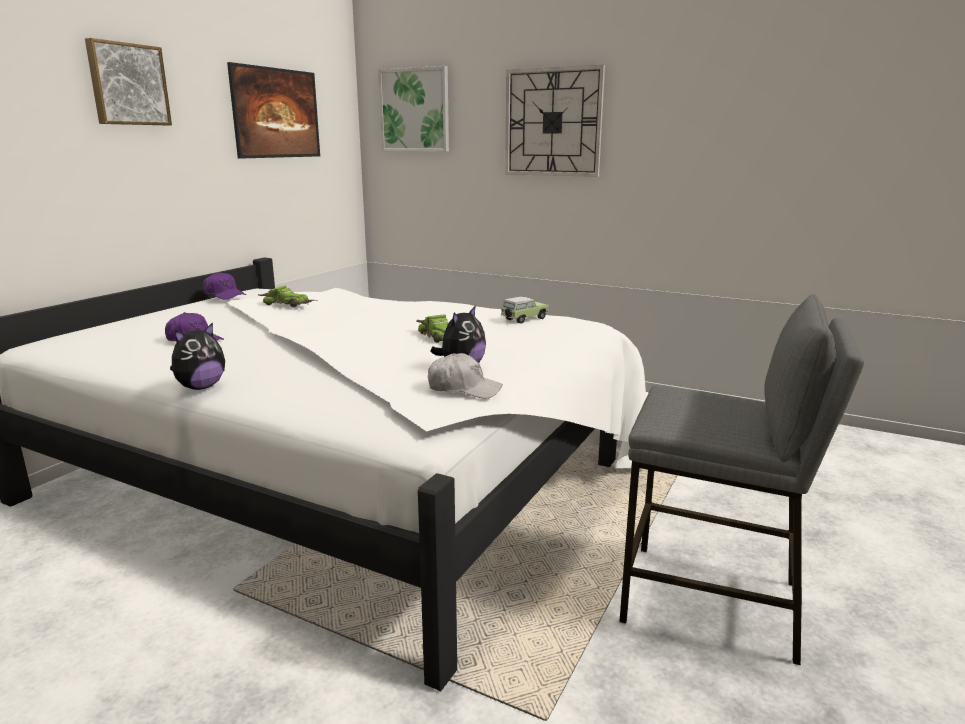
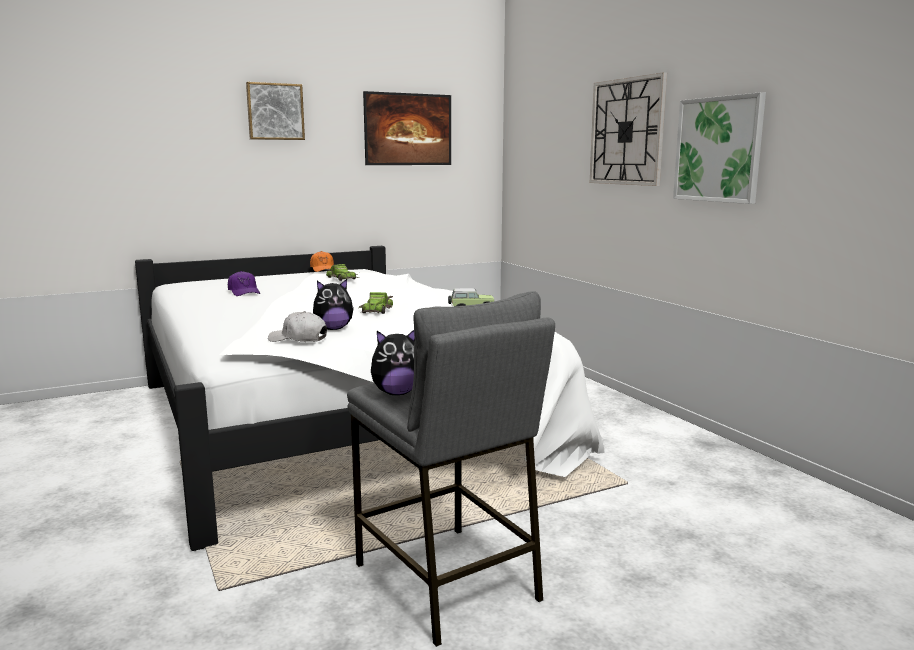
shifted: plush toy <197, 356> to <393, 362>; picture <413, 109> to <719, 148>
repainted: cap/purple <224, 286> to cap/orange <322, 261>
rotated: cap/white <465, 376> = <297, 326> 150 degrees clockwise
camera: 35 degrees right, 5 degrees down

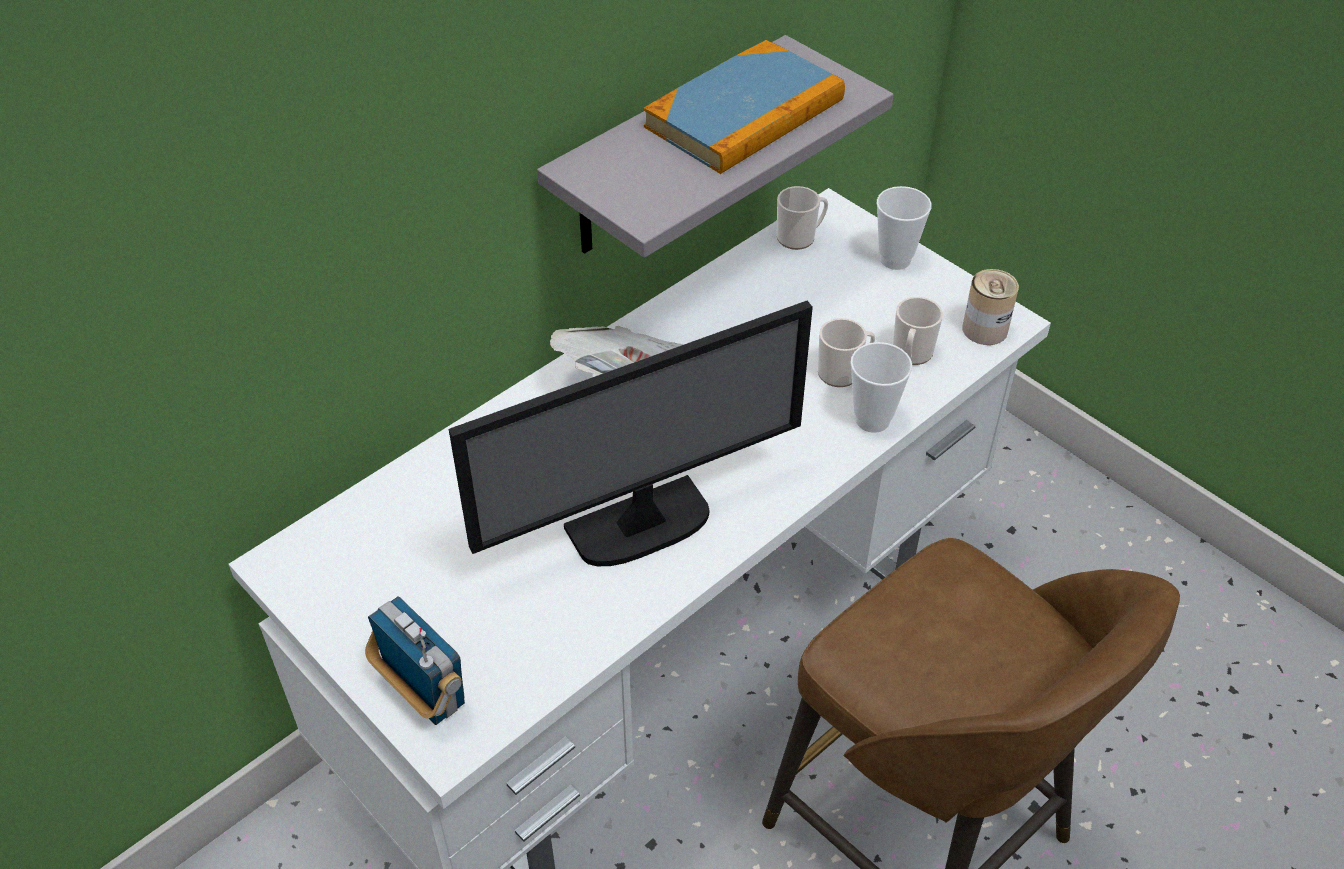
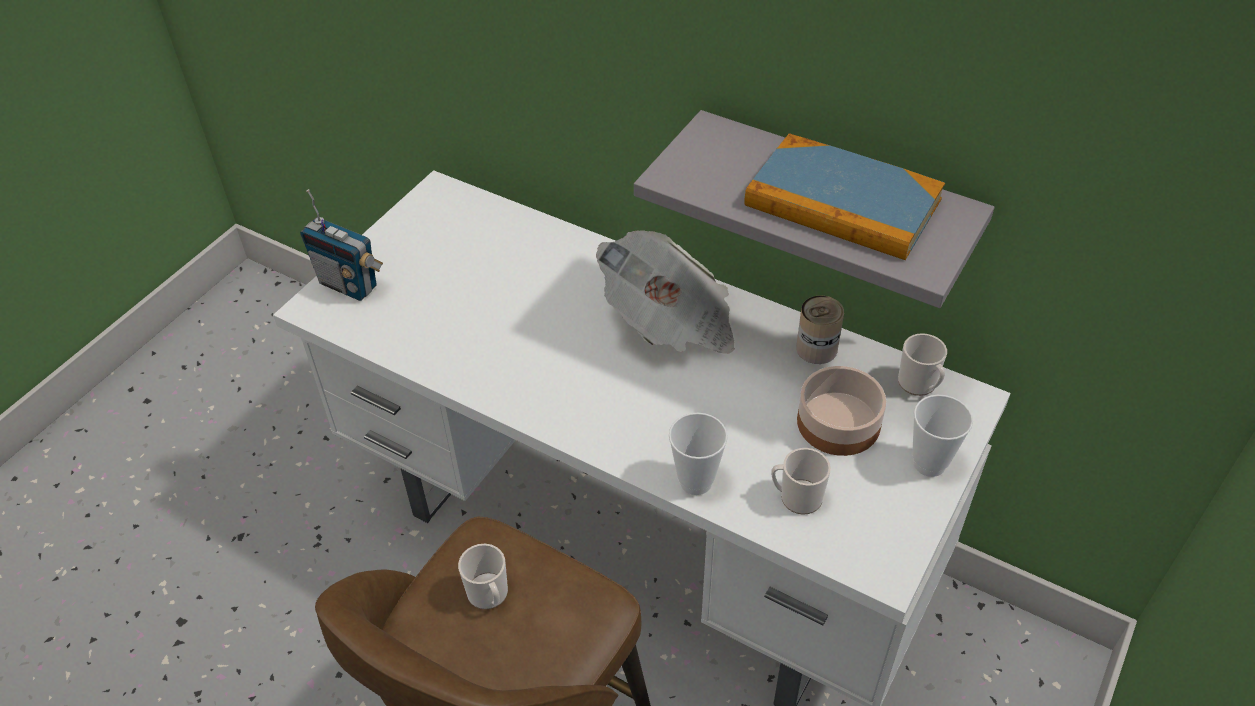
gone: monitor <631, 433>
new: bowl <842, 411>
shifted: mug <846, 352> to <483, 577>; can <990, 307> to <820, 329>
rotated: radio <415, 660> = <341, 245> 90 degrees clockwise
camera: 75 degrees right, 0 degrees up

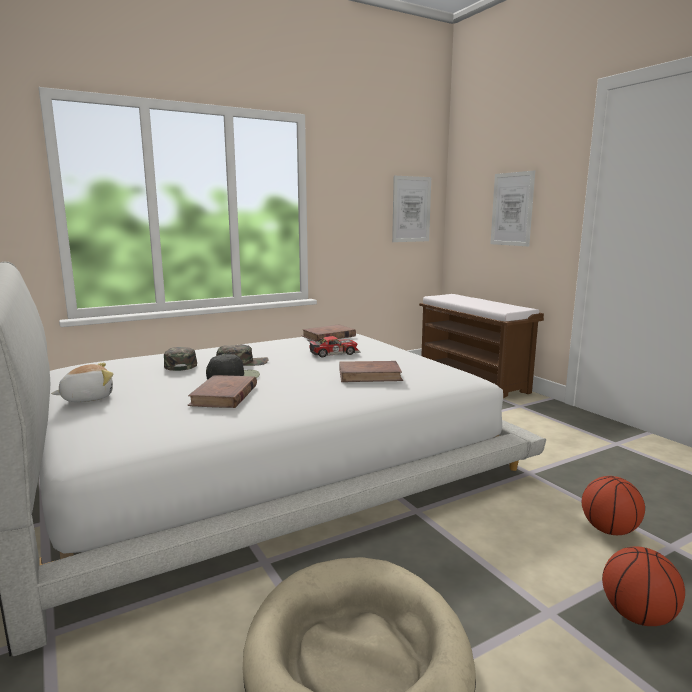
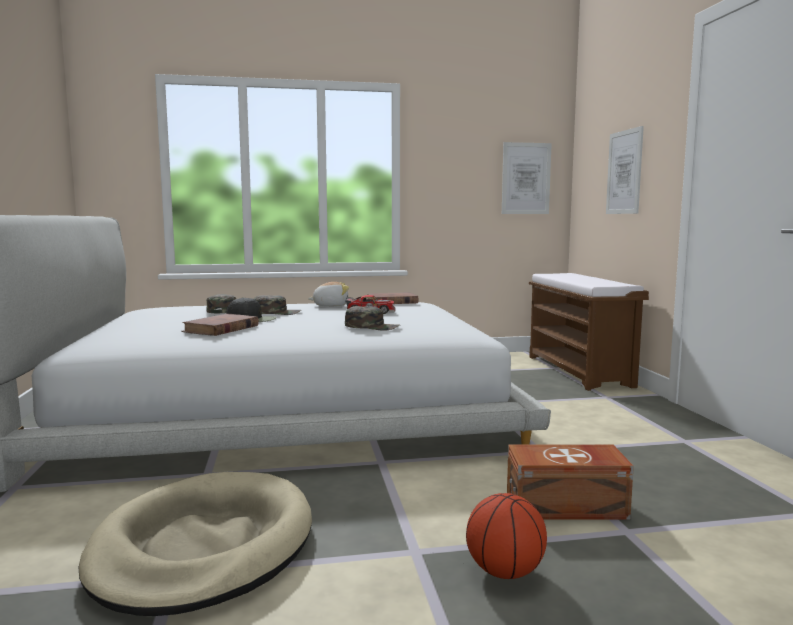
shifted: plush toy <82, 382> to <328, 294>
swapped: book/brown <371, 371> to cap/green <372, 318>; basketball <613, 505> to storage box/brown <570, 481>
camera: 20 degrees right, 5 degrees down

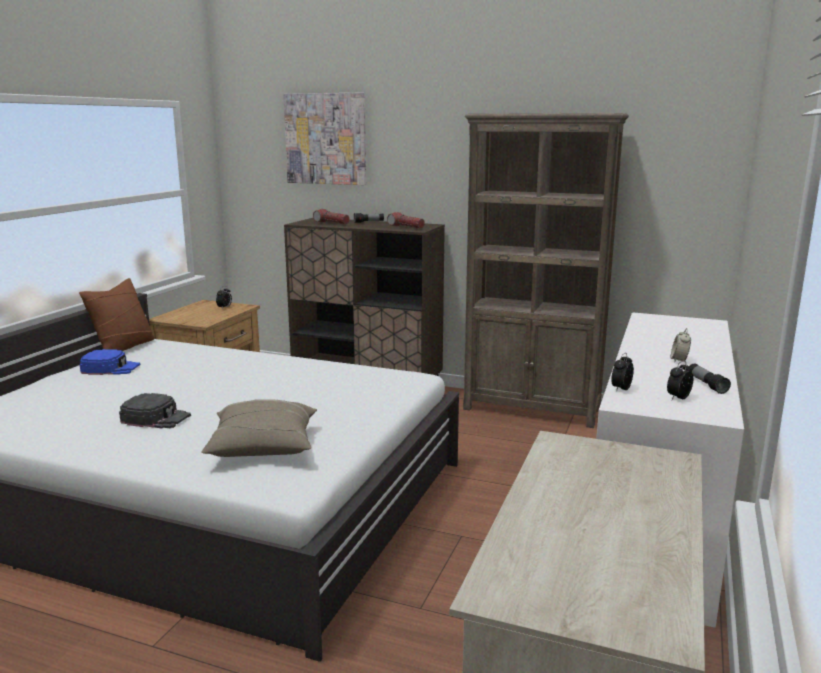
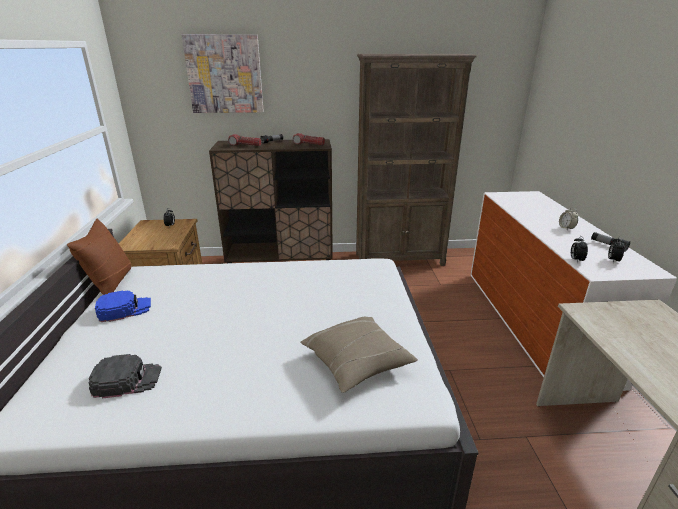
shifted: cap/black <155, 411> to <125, 376>
camera: 25 degrees left, 10 degrees up

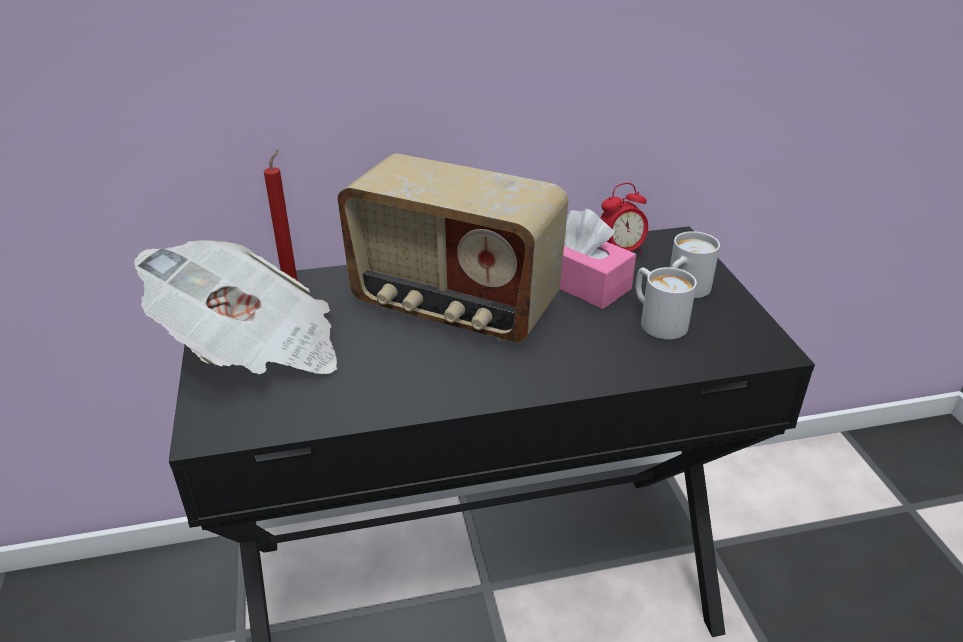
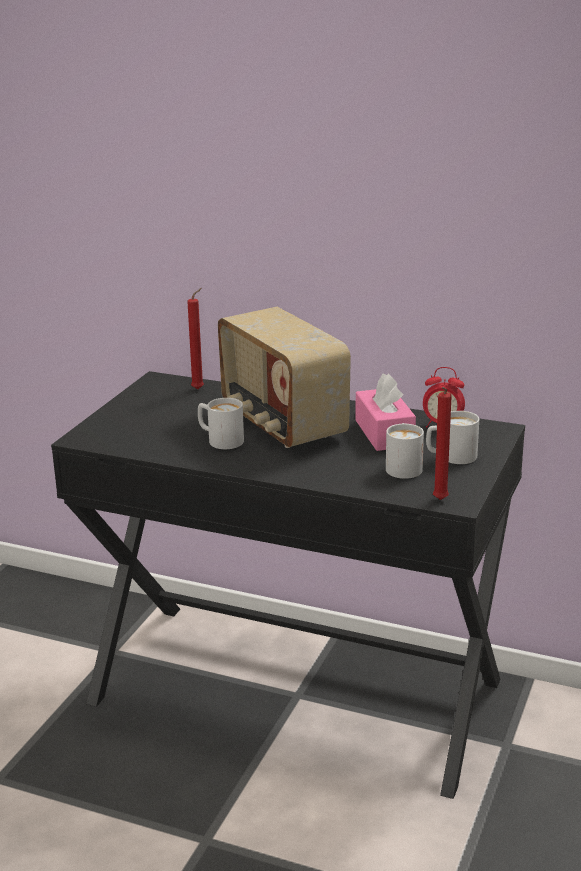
gone: newspaper <235, 307>
new: mug/white <221, 423>; candle/red <442, 443>
camera: 35 degrees right, 10 degrees down

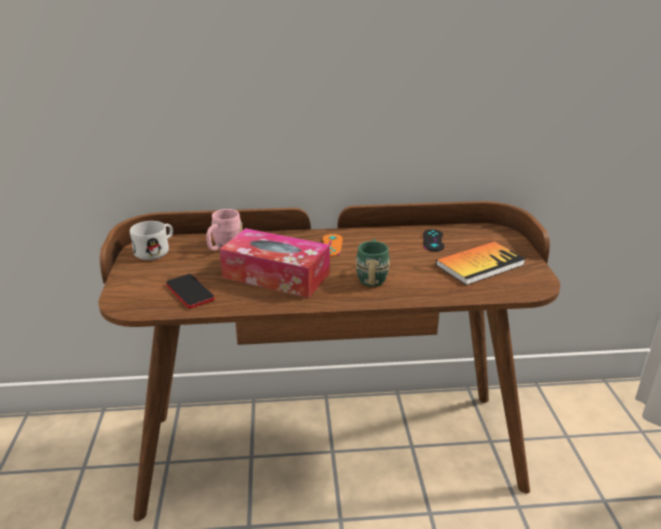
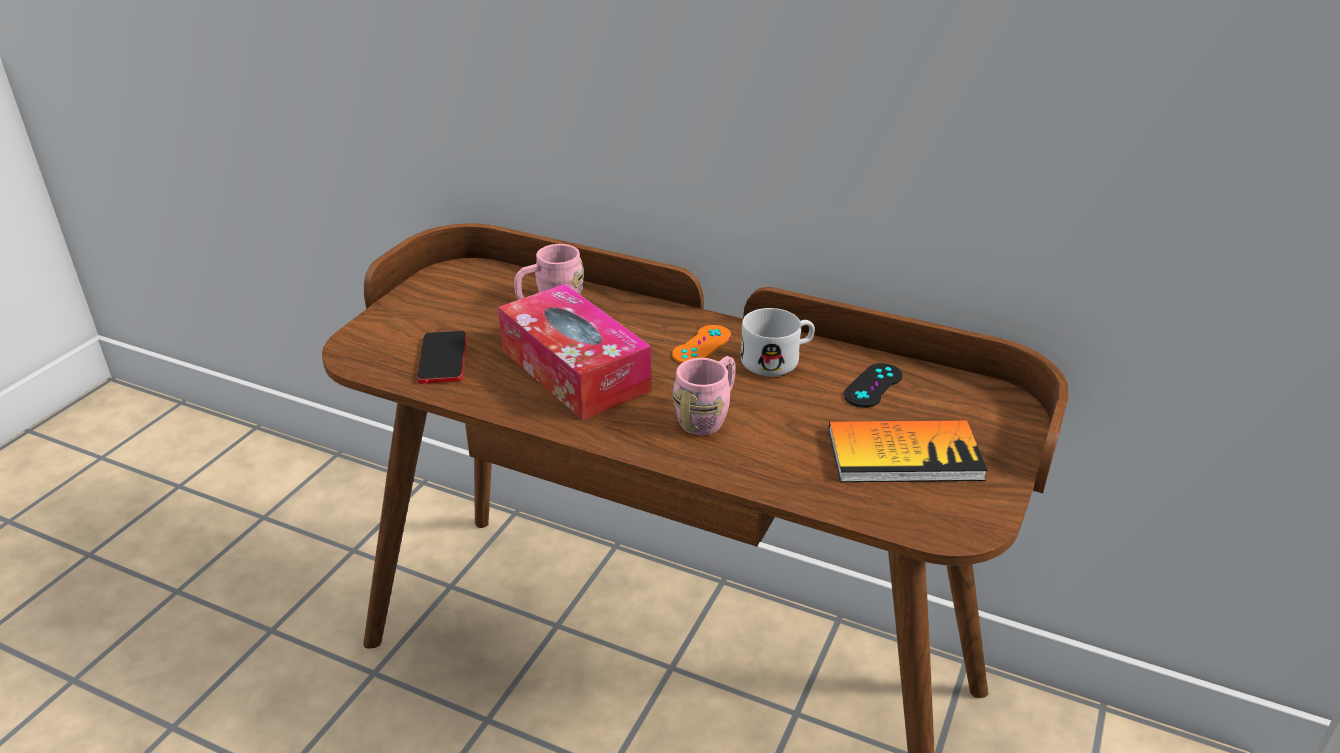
shifted: mug/white <151, 240> to <777, 342>
repainted: mug/green <372, 263> to mug/pink <704, 395>
camera: 30 degrees right, 5 degrees up

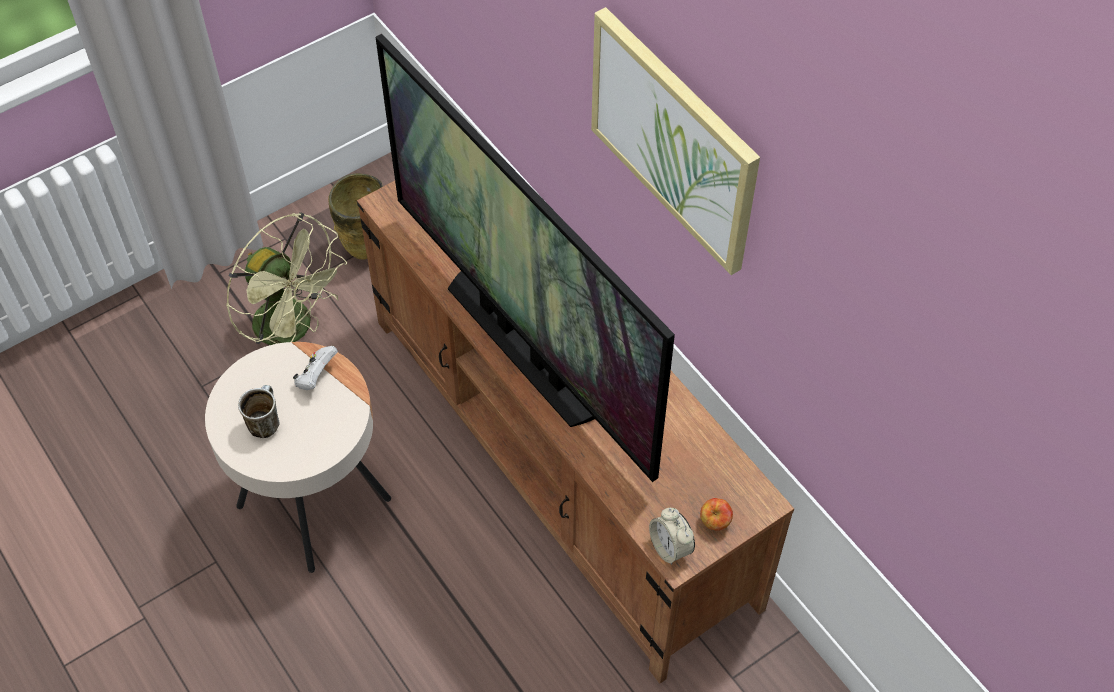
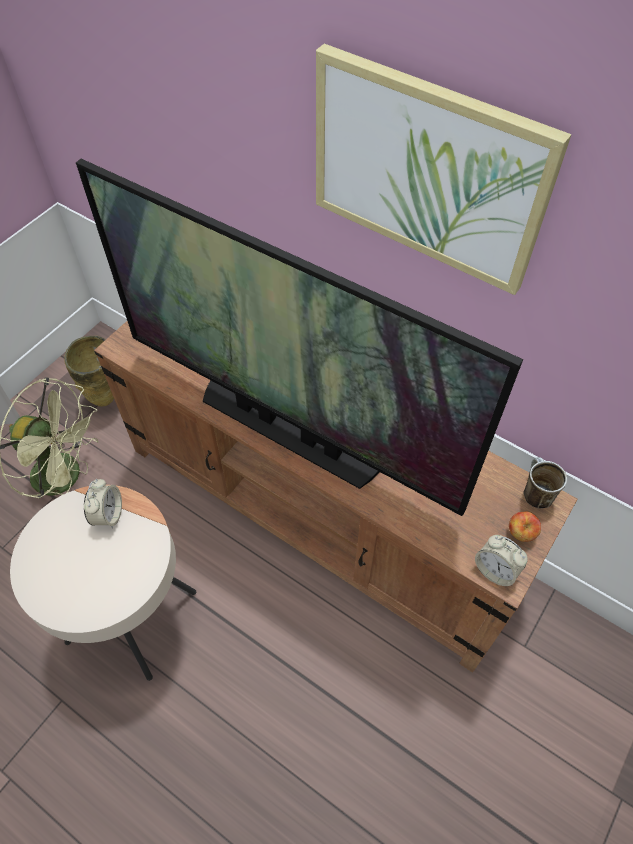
shifted: mug <259, 411> to <545, 482>
swapped: game controller/white <315, 368> to alarm clock <103, 503>
camera: 20 degrees left, 0 degrees up

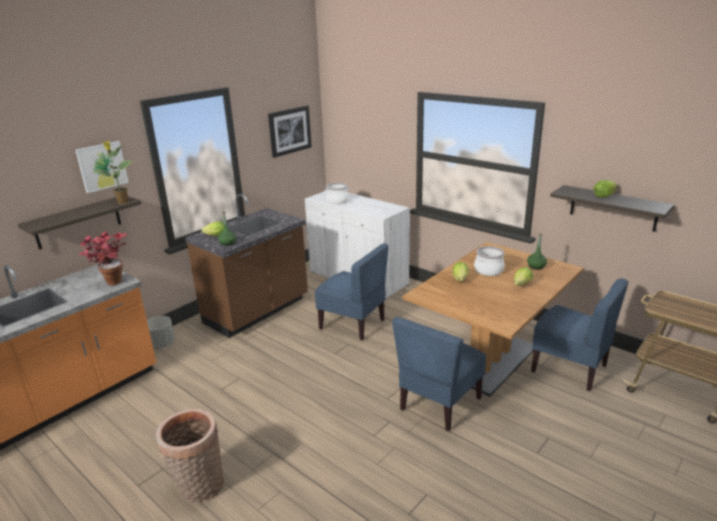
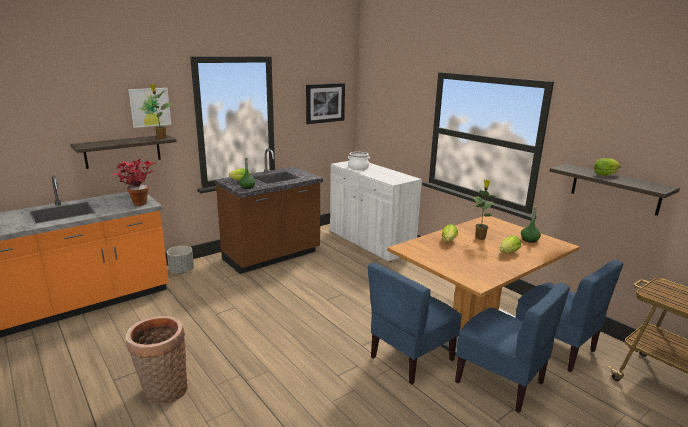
shifted: chair/blue <352, 292> to <512, 348>
swapped: cooking pot <489, 261> to potted plant <486, 210>
camera: 10 degrees right, 5 degrees down

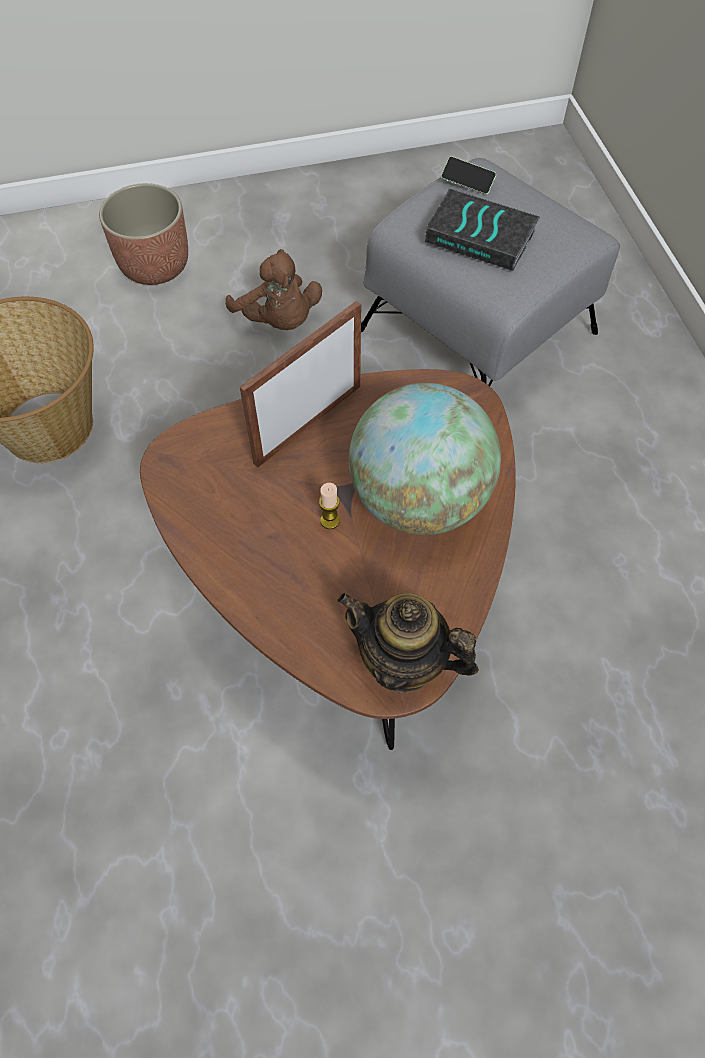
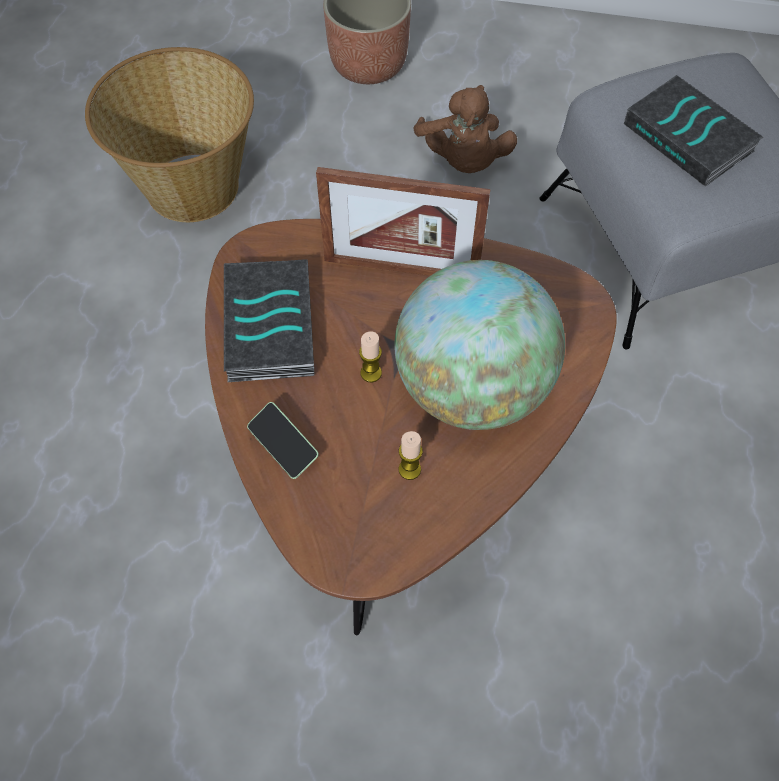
gone: teapot <408, 643>
new: book <269, 320>; candle <410, 455>
shifted: phone <468, 175> to <283, 440>
rotated: picture frame <300, 384> = <403, 221> 150 degrees counterclockwise
camera: 25 degrees right, 0 degrees up

